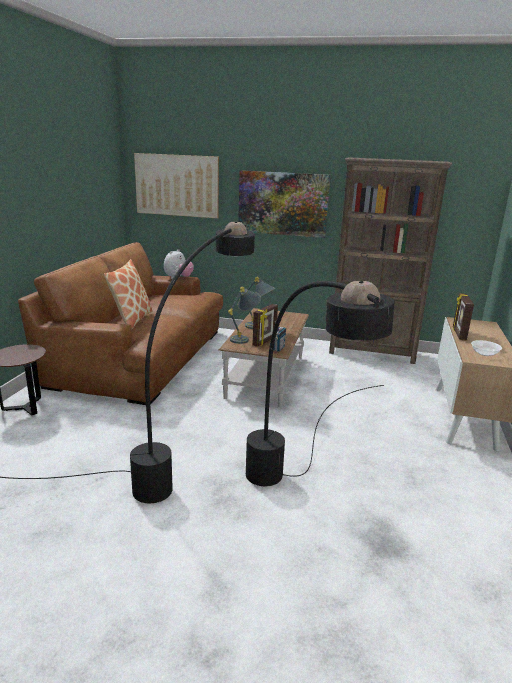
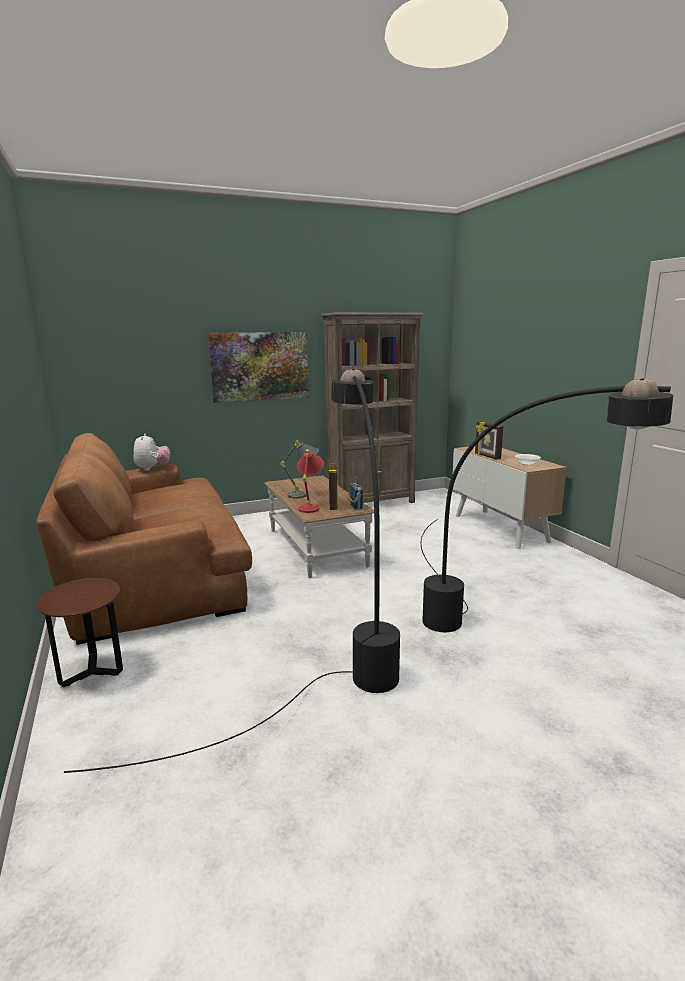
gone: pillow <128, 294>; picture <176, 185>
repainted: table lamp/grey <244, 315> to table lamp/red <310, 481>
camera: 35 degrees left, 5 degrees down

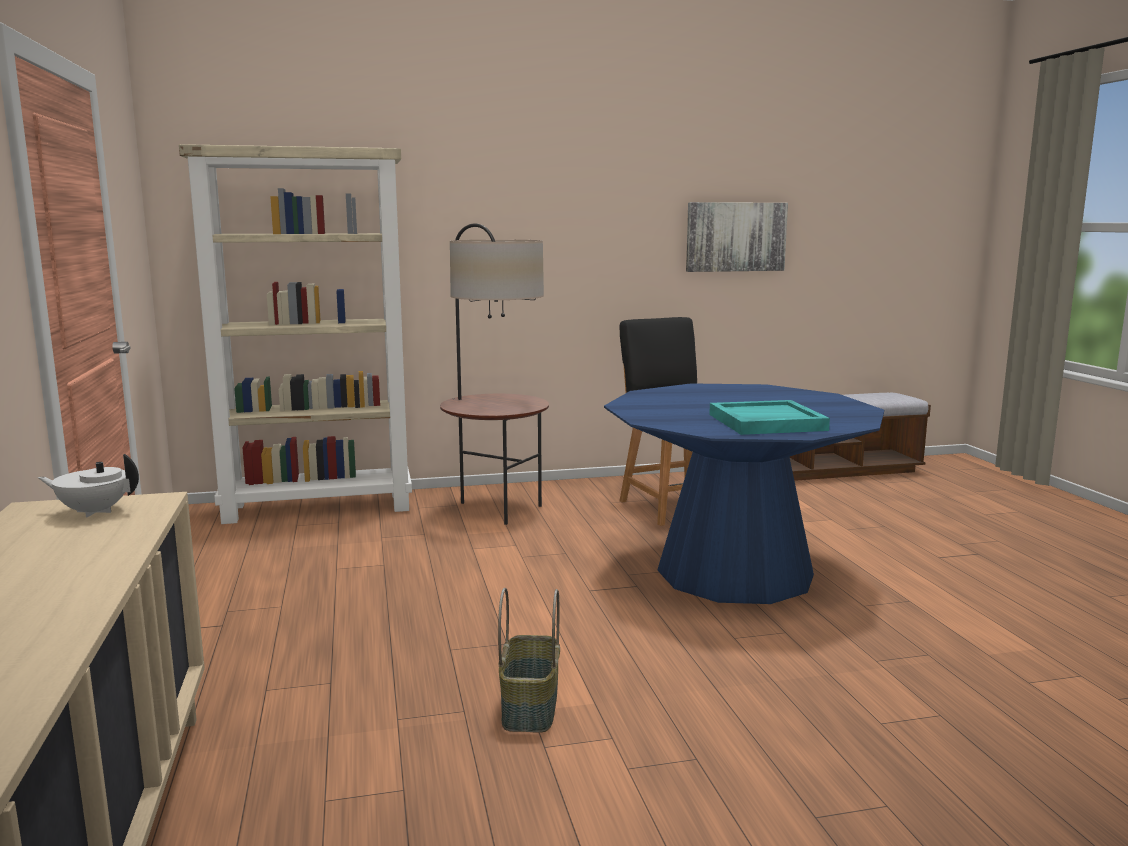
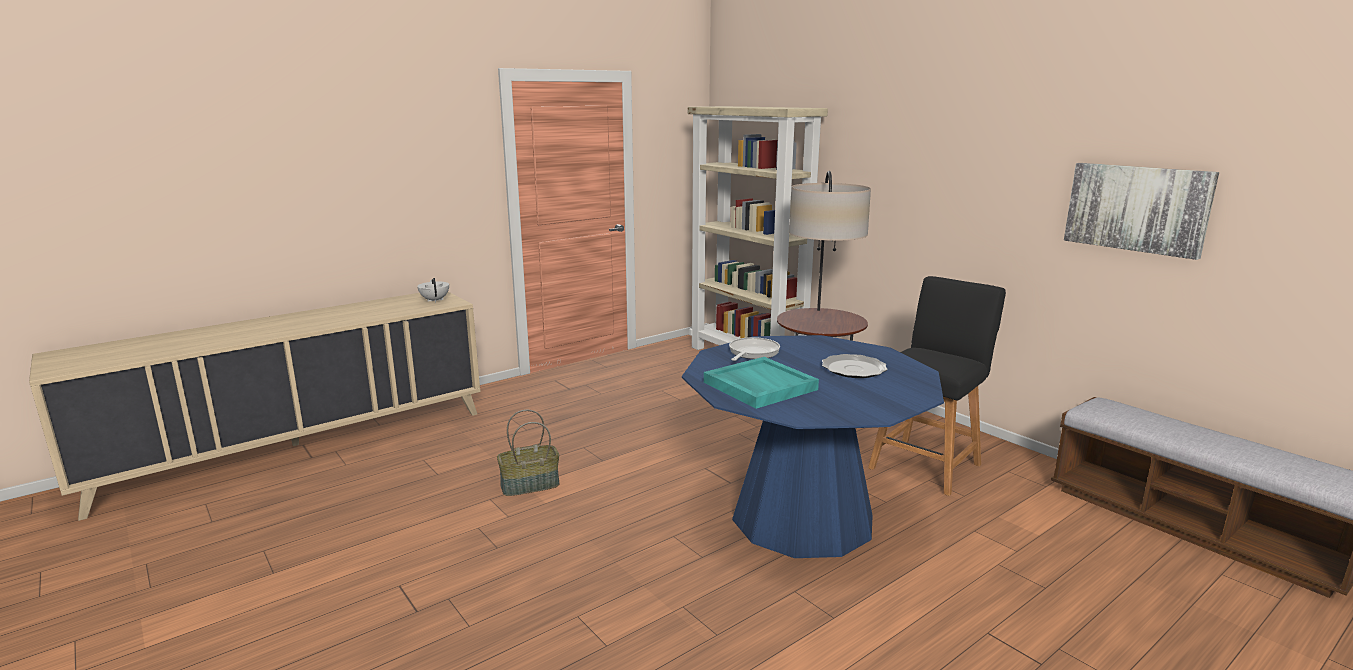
new: frying pan <754, 349>; plate <854, 366>
camera: 65 degrees right, 5 degrees up

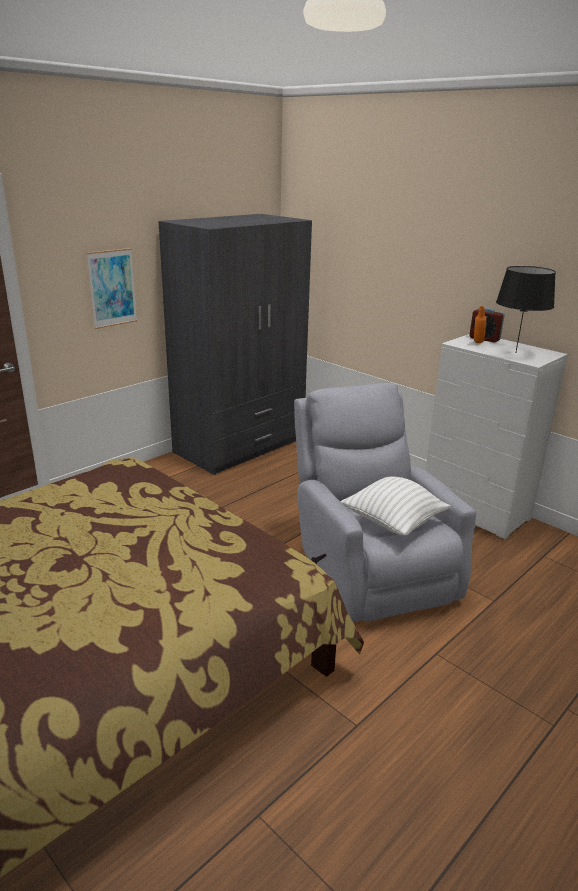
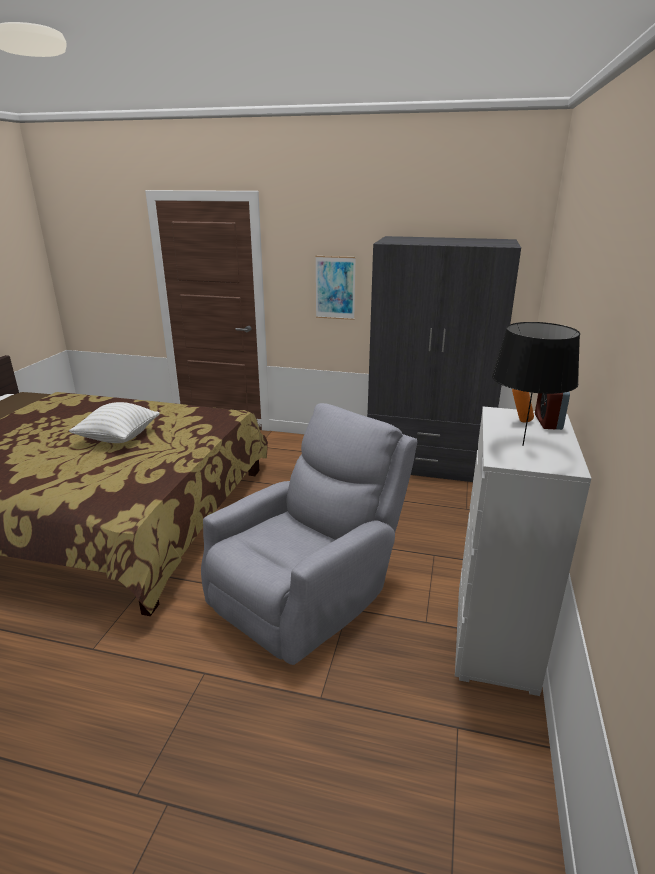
shifted: pillow/white <396, 506> to <114, 422>
camera: 60 degrees right, 0 degrees up

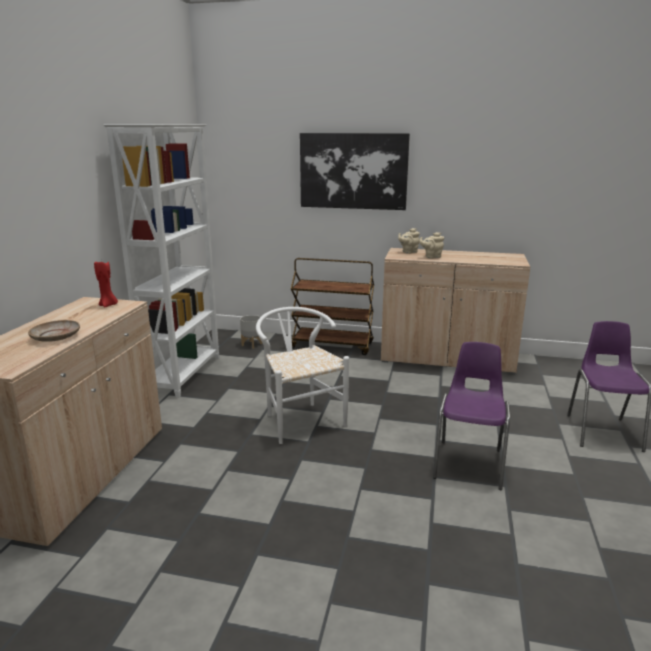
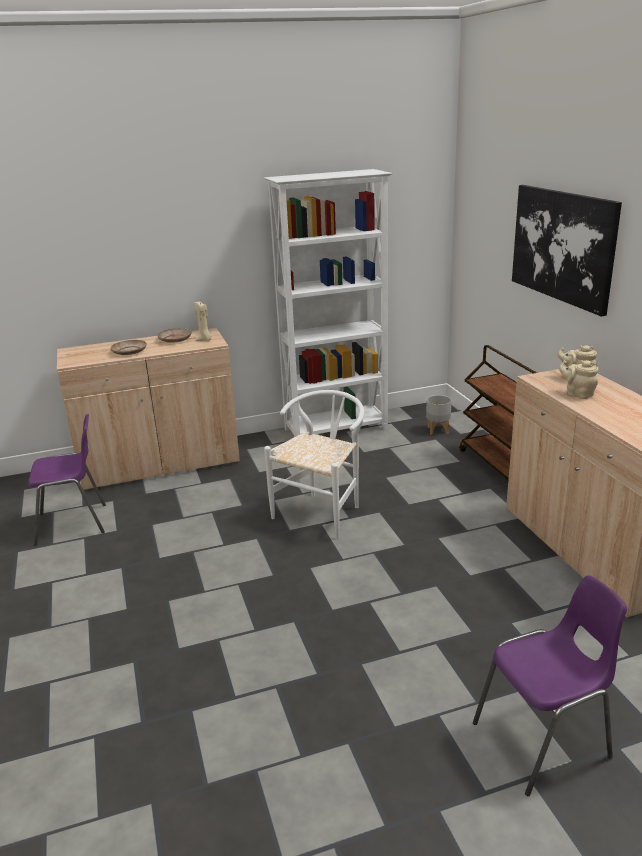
new: plate/beige <174, 335>
shifted: chair/purple <471, 416> to <67, 480>
repainted: candle/red <106, 284> to candle/beige <203, 321>
camera: 60 degrees right, 5 degrees up

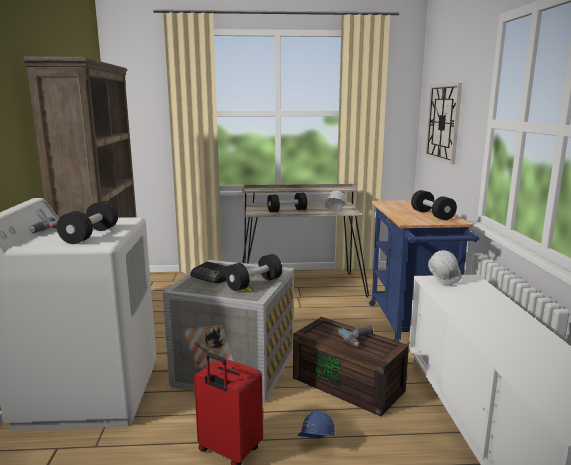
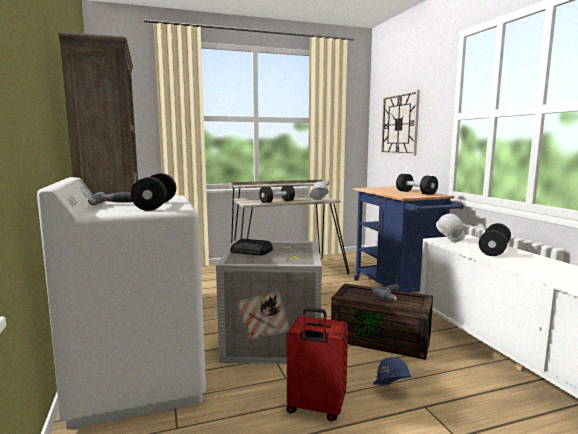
shifted: dumbbell/black <253, 272> to <495, 239>
camera: 15 degrees left, 5 degrees down

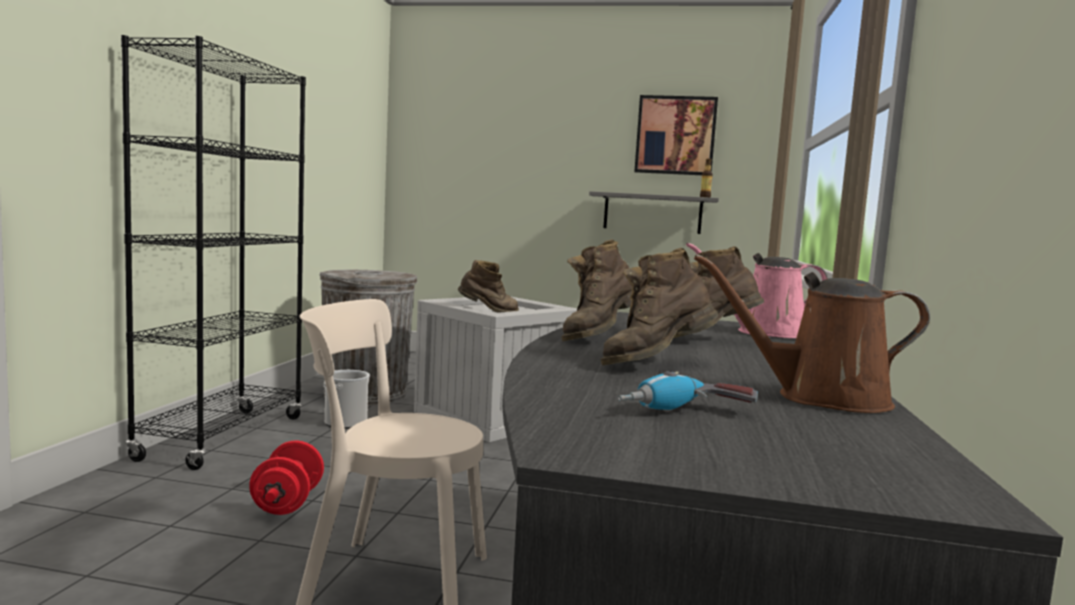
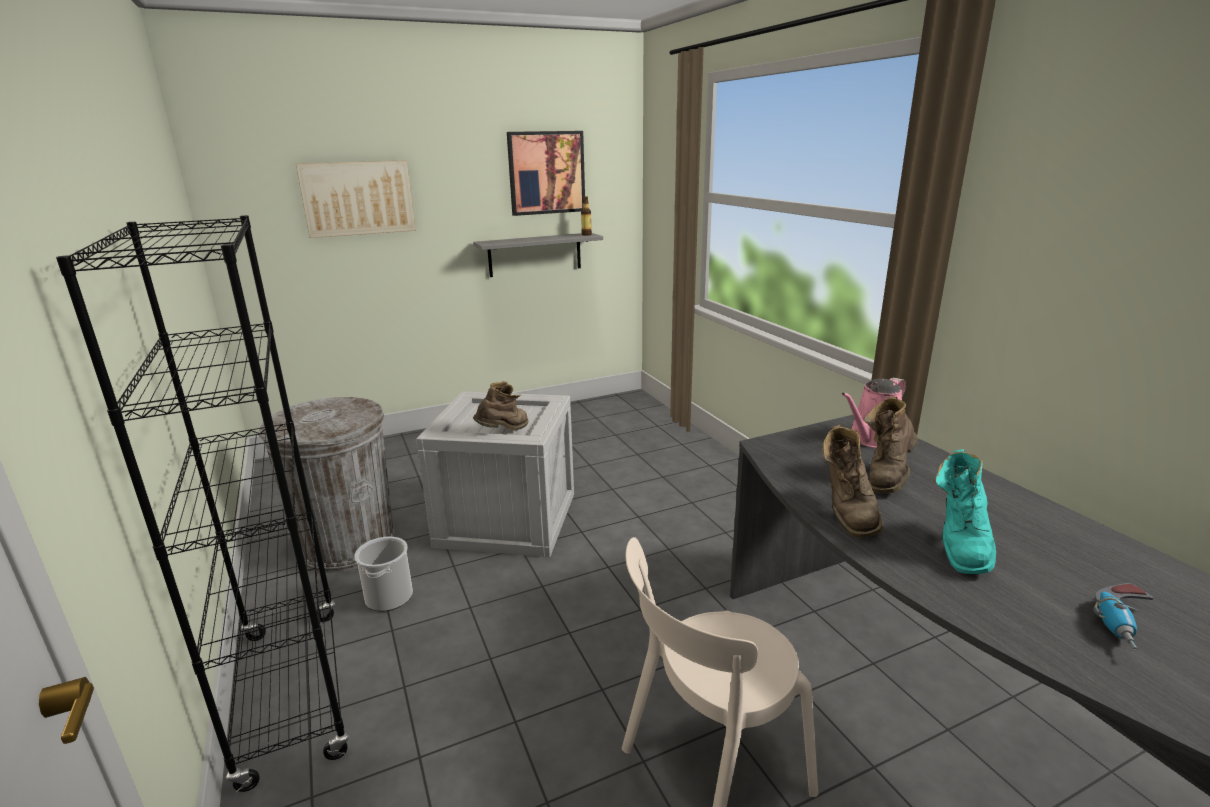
gone: dumbbell/red <286, 477>; watering can/brown <812, 334>
new: picture <356, 199>
repainted: boot/brown <659, 306> to boot/turquoise <965, 511>
camera: 35 degrees left, 15 degrees up

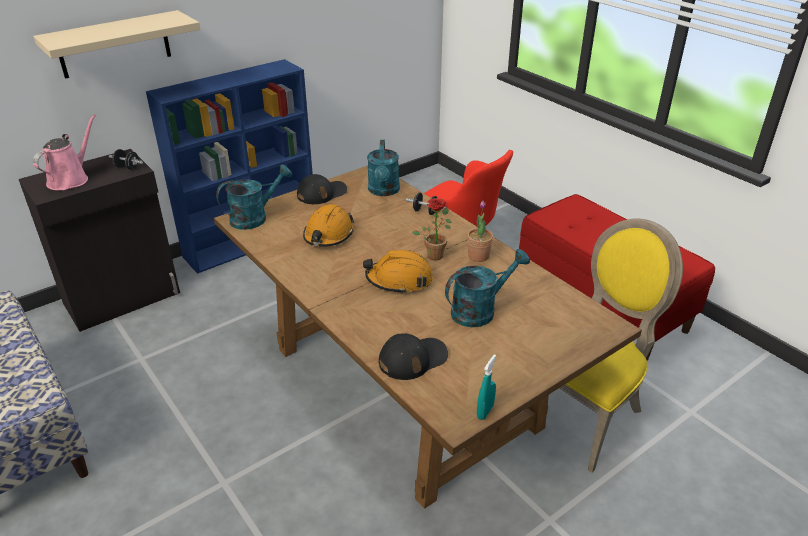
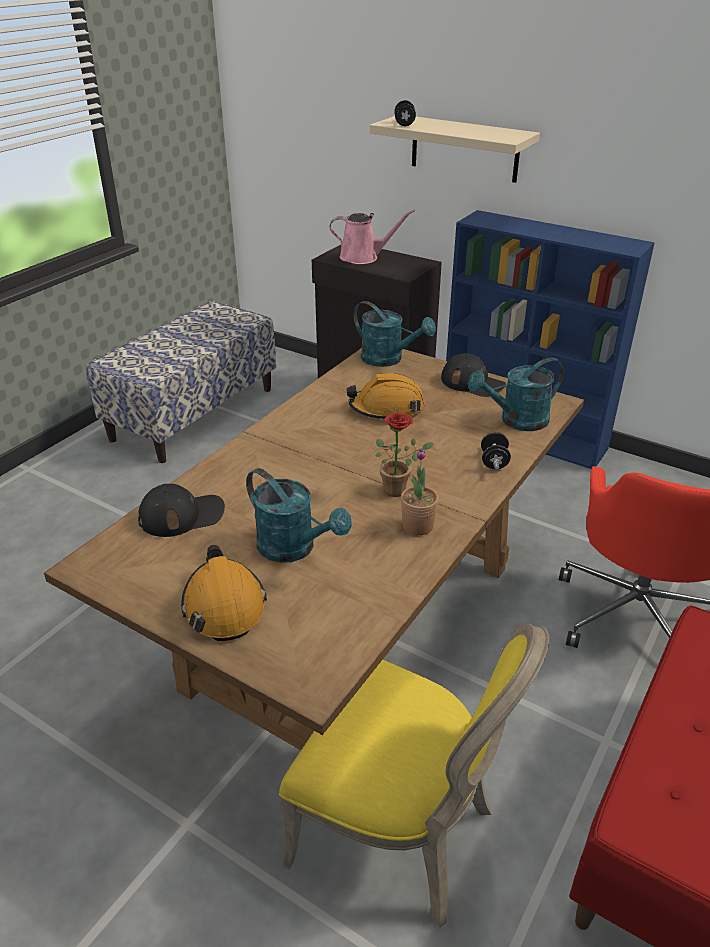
gone: spray bottle/turquoise <486, 387>
shifted: dumbbell/black <126, 159> to <405, 113>; hard hat/orange <398, 272> to <224, 593>
rotated: cap/black <413, 356> = <181, 510> 60 degrees counterclockwise
camera: 70 degrees right, 0 degrees up

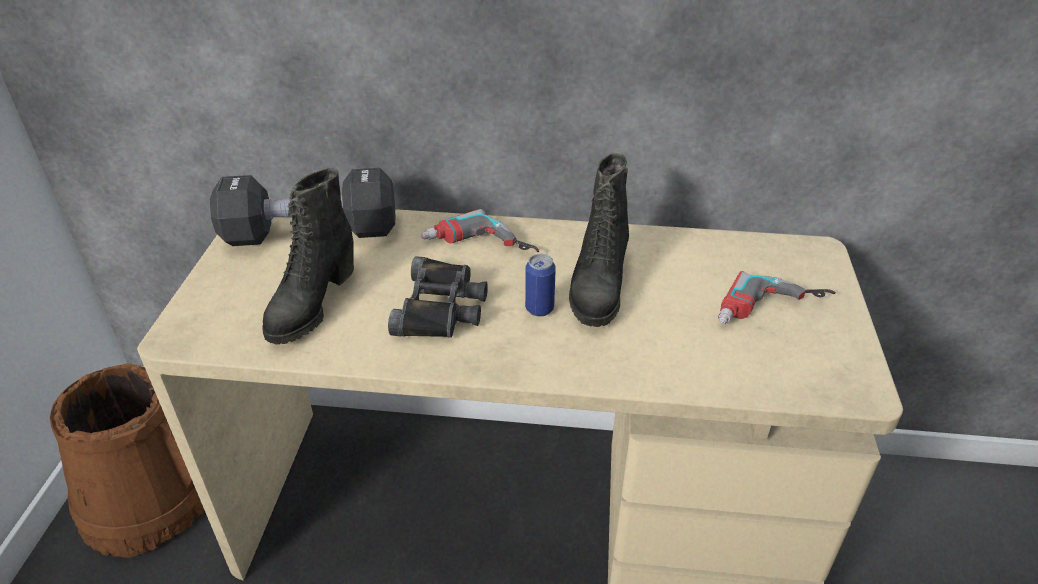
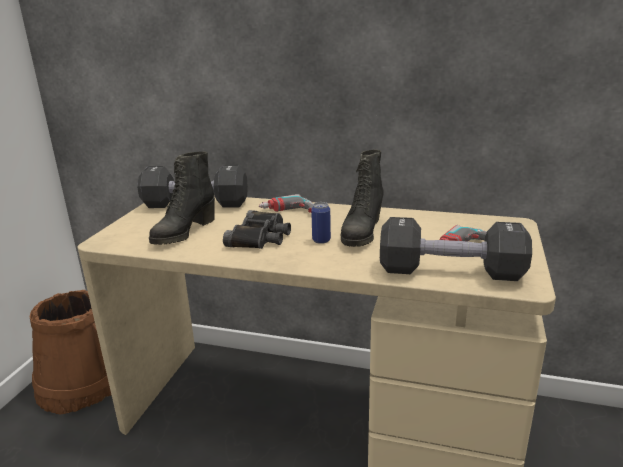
new: dumbbell/black <456, 249>
camera: 10 degrees right, 15 degrees down

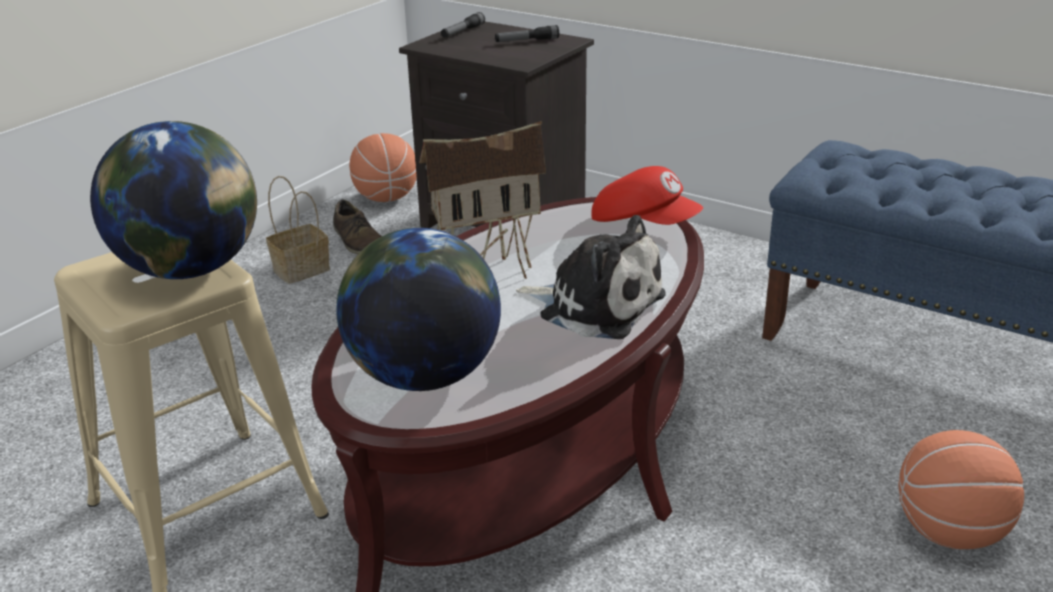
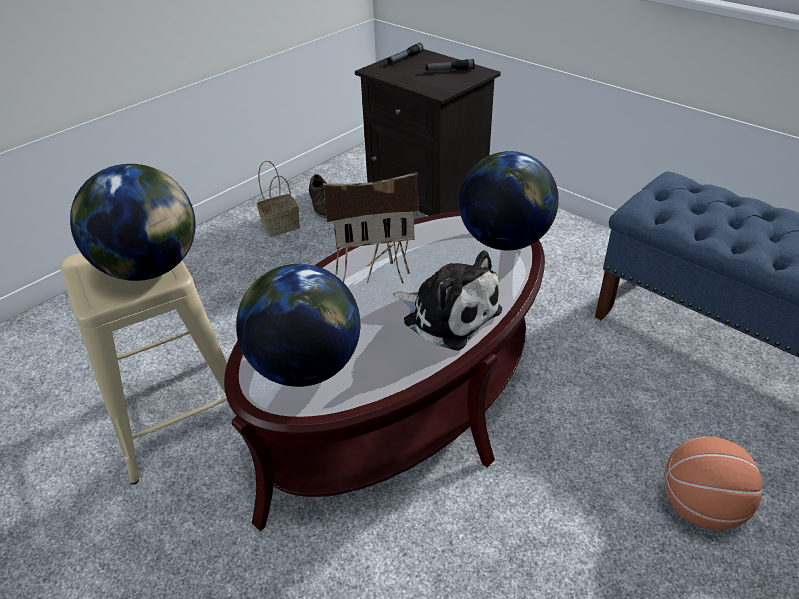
gone: basketball <383, 167>
swapped: cap/red <647, 195> to globe <509, 200>
camera: 10 degrees right, 10 degrees up

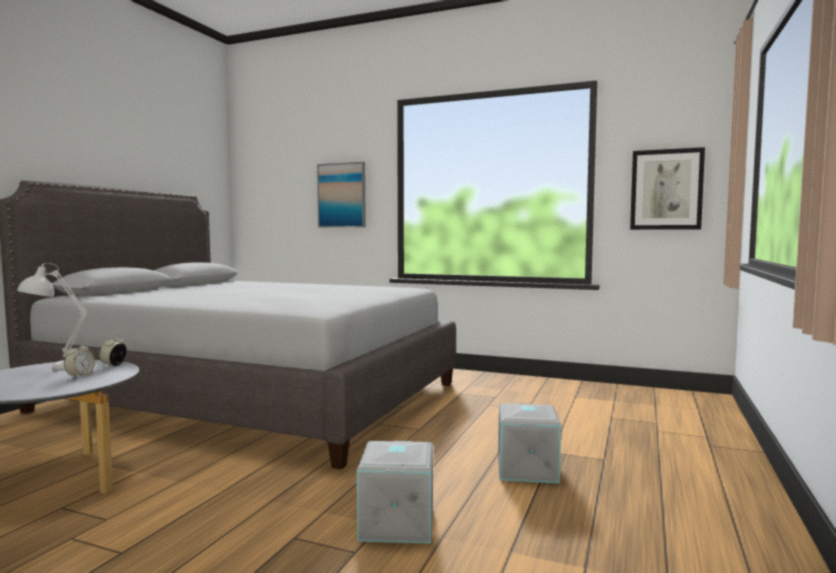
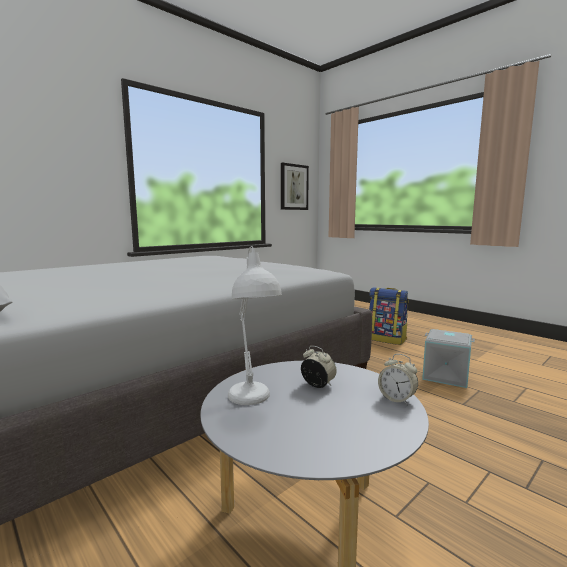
gone: picture <341, 195>
shifted: alarm clock <113, 350> to <398, 379>
swapped: storage box/grey <529, 443> to backpack <389, 316>
camera: 65 degrees left, 5 degrees up

